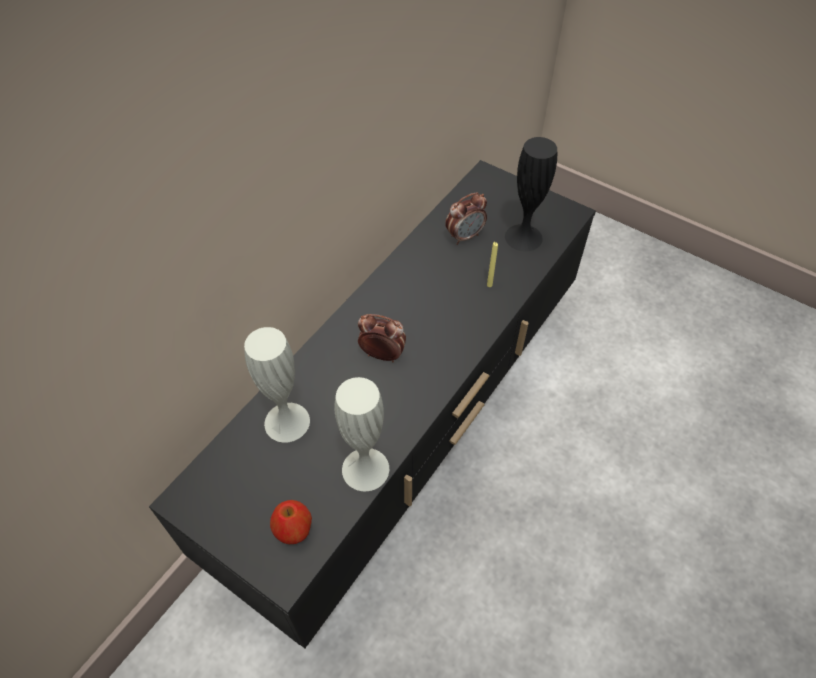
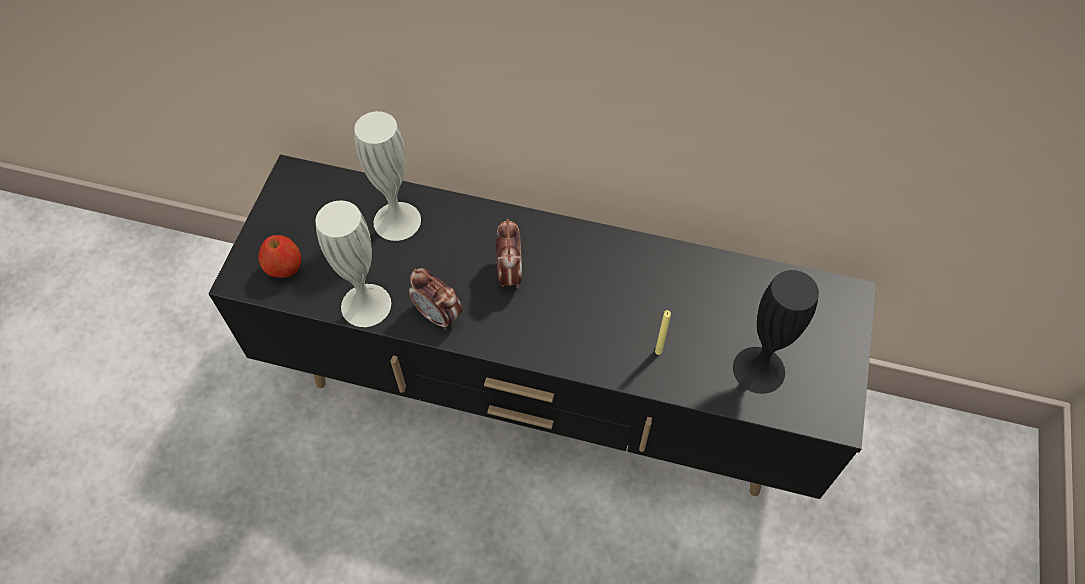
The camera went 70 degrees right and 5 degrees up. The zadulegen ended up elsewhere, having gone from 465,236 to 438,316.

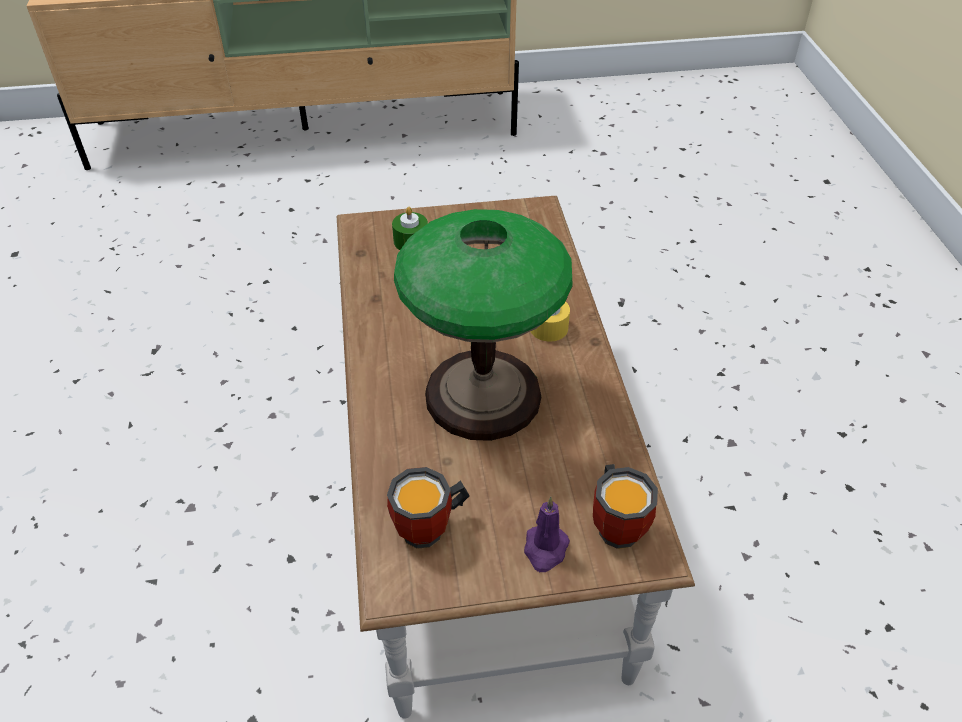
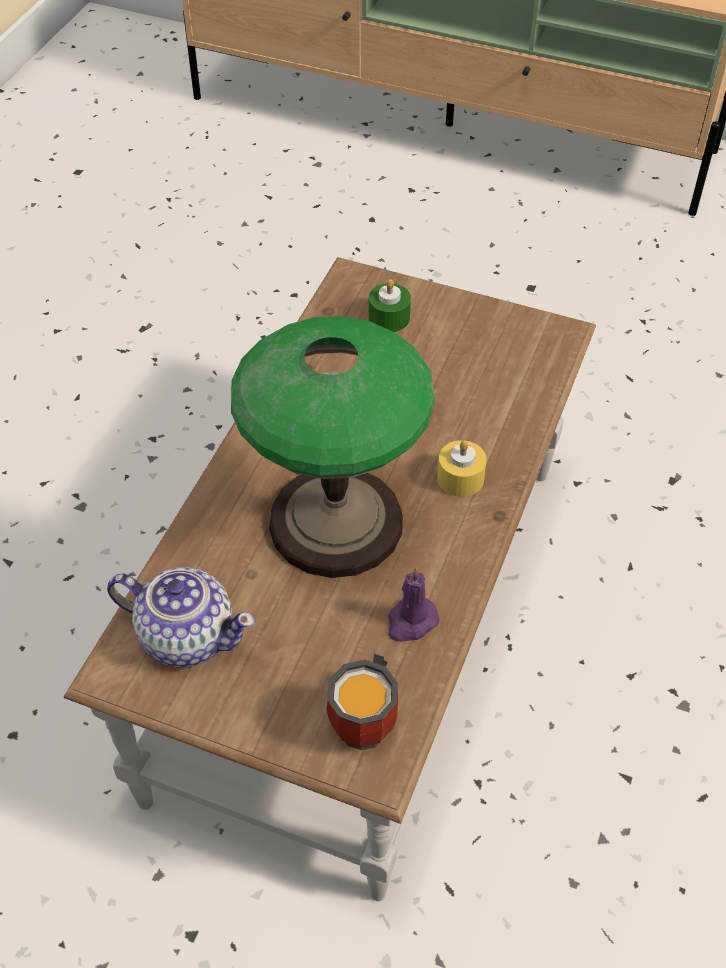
The camera went 30 degrees right and 5 degrees up. Where the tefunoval stood at 431,530, the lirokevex came to stand at 186,635. The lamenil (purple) ended up elsewhere, having gone from 545,549 to 411,622.

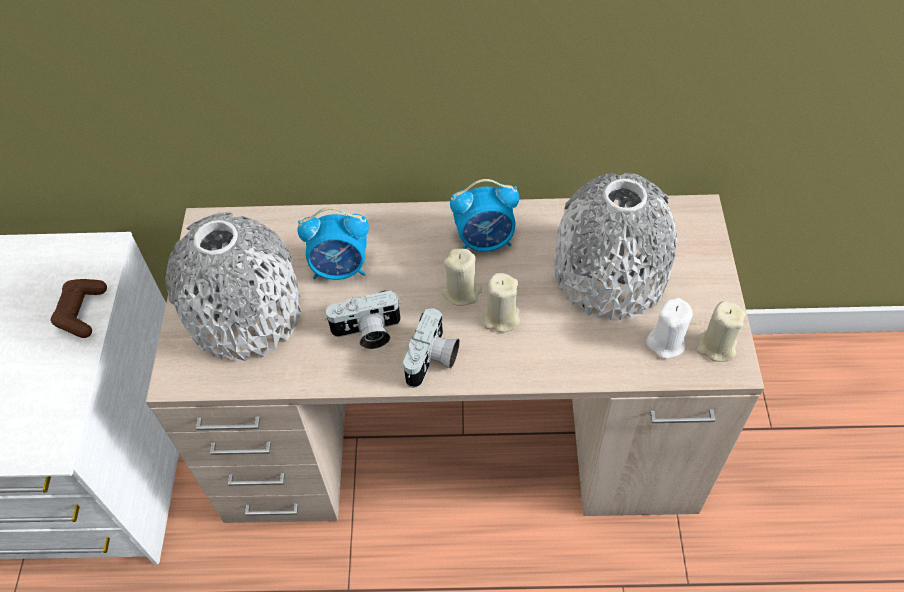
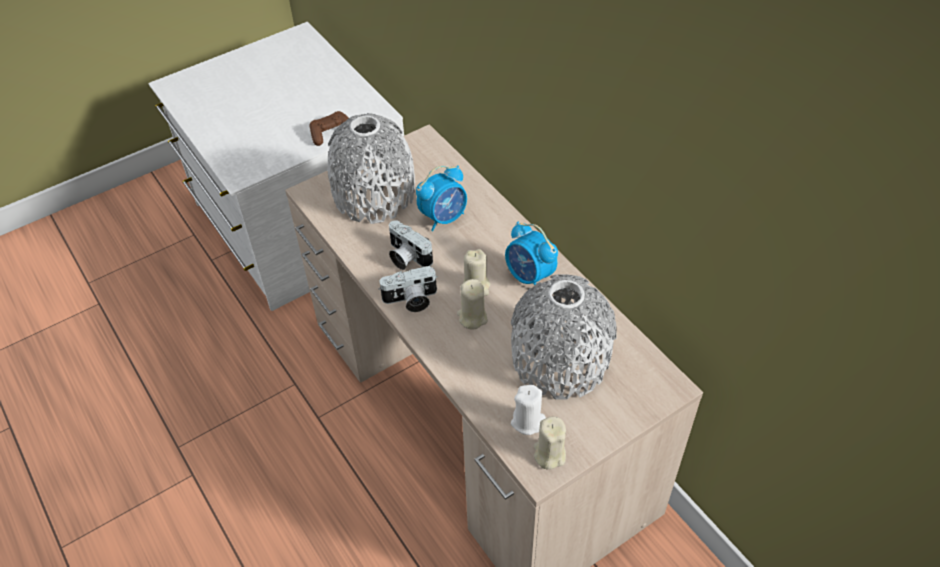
The camera went 55 degrees right and 5 degrees down. The zadulegen at 340,268 ended up facing another way, 90 degrees counterclockwise from before.

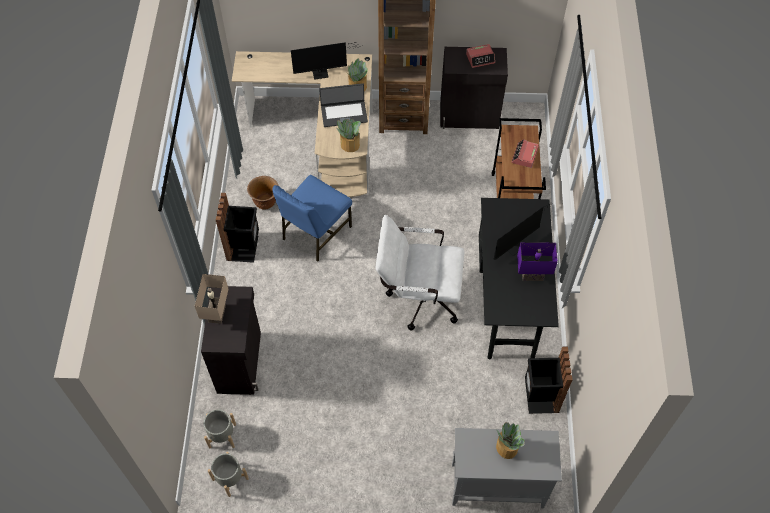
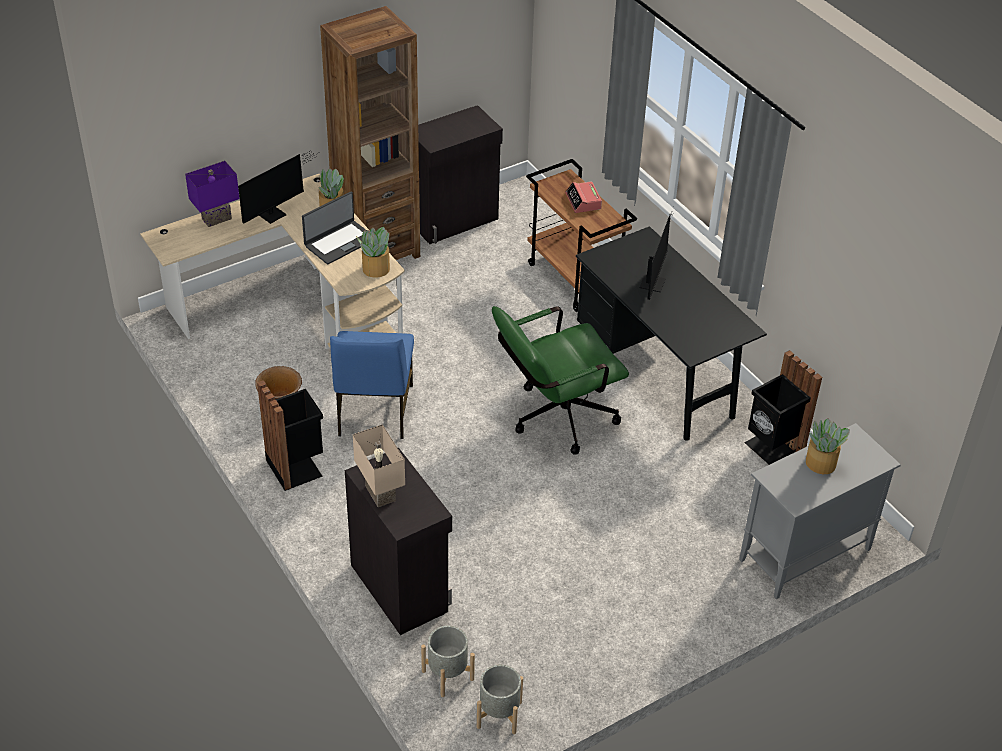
The camera went 35 degrees left and 15 degrees down. The second view lost the zadulegen at 480,58. What was the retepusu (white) at 418,297 turned into the retepusu (green) at 555,418. The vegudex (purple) ended up elsewhere, having gone from 532,276 to 217,219.

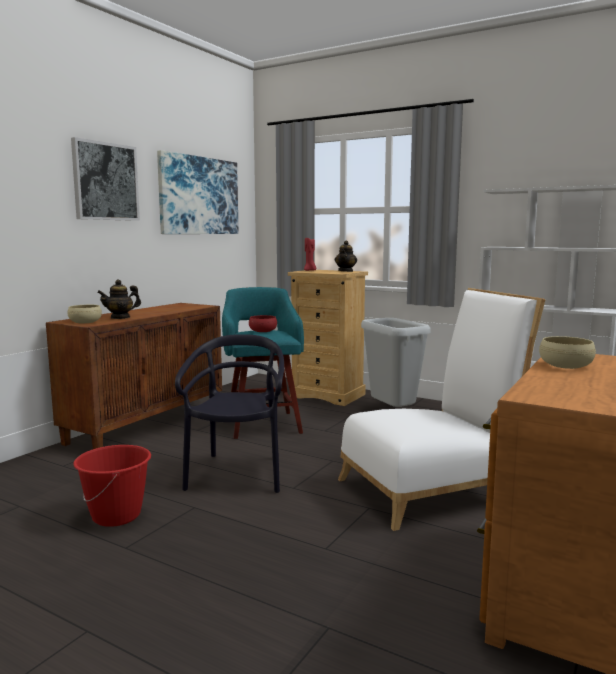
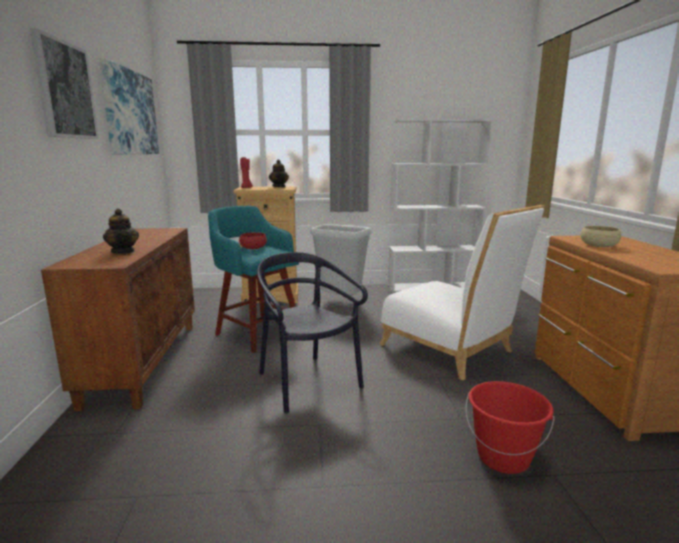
The camera went 35 degrees left and 5 degrees up. The lirokevex at 120,317 ended up facing another way, 60 degrees counterclockwise from before. The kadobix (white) at 432,489 ended up facing another way, 105 degrees clockwise from before. The second view lost the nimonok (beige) at 85,322. The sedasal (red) ended up elsewhere, having gone from 117,516 to 503,458.

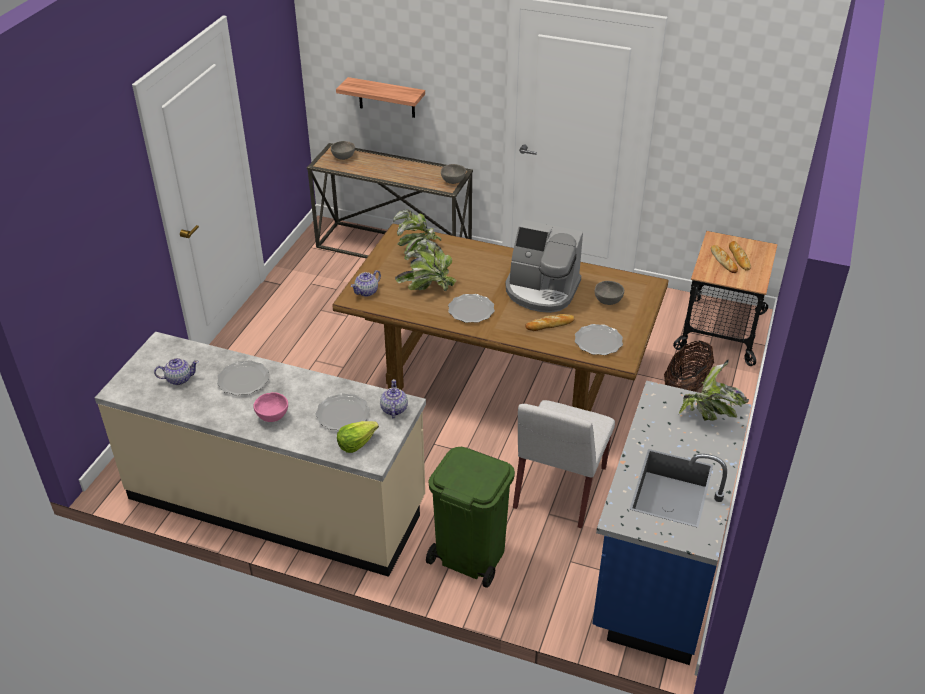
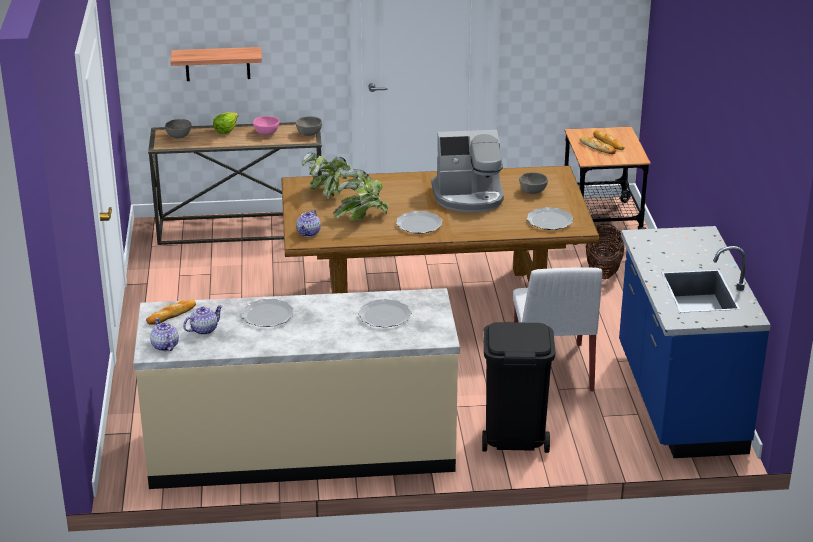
The camera went 25 degrees left and 10 degrees down. The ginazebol ended up elsewhere, having gone from 550,325 to 172,315. The second view lost the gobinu at 710,416. The lirokevex ended up elsewhere, having gone from 393,409 to 165,346. The nimonok (pink) ended up elsewhere, having gone from 272,416 to 266,133. The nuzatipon ended up elsewhere, having gone from 356,443 to 226,130. What was the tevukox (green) at 469,555 turned into the tevukox (black) at 513,436.

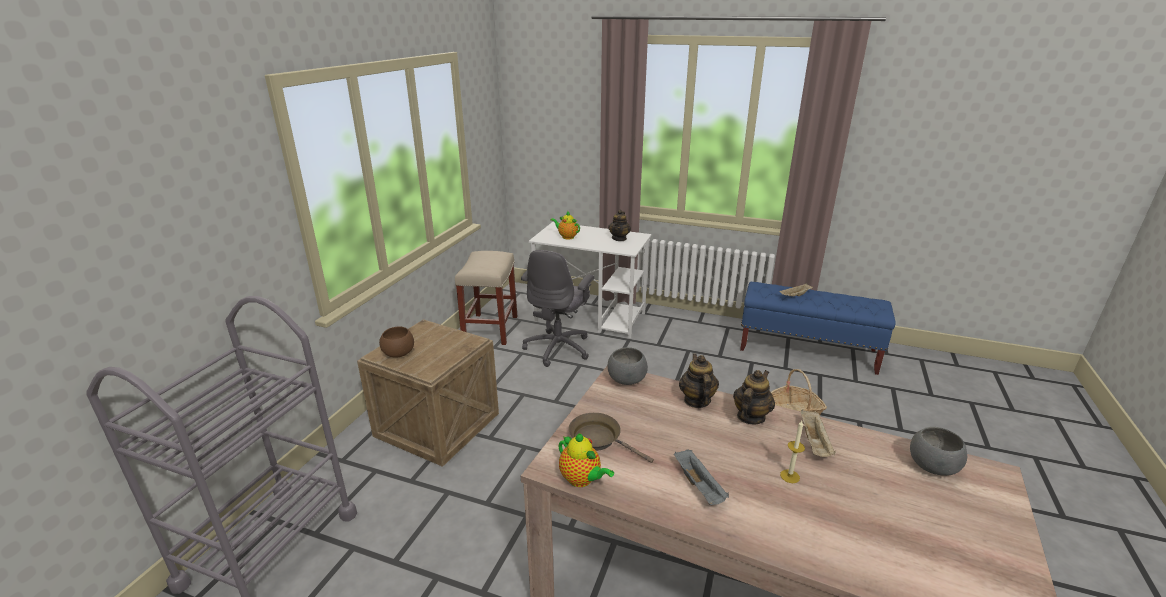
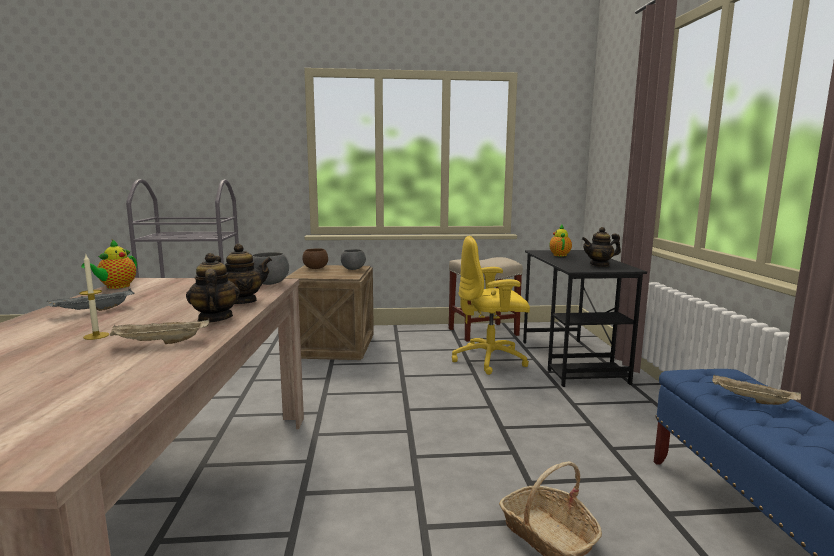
The camera went 65 degrees right and 15 degrees down. What was the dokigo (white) at 591,317 turned into the dokigo (black) at 572,361. What was the retepusu (grey) at 558,348 turned into the retepusu (yellow) at 490,360. The lirokevex at 750,417 ended up facing another way, 120 degrees counterclockwise from before. The second view lost the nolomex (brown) at 599,439. The nimonok (grey) ended up elsewhere, having gone from 931,467 to 353,269.

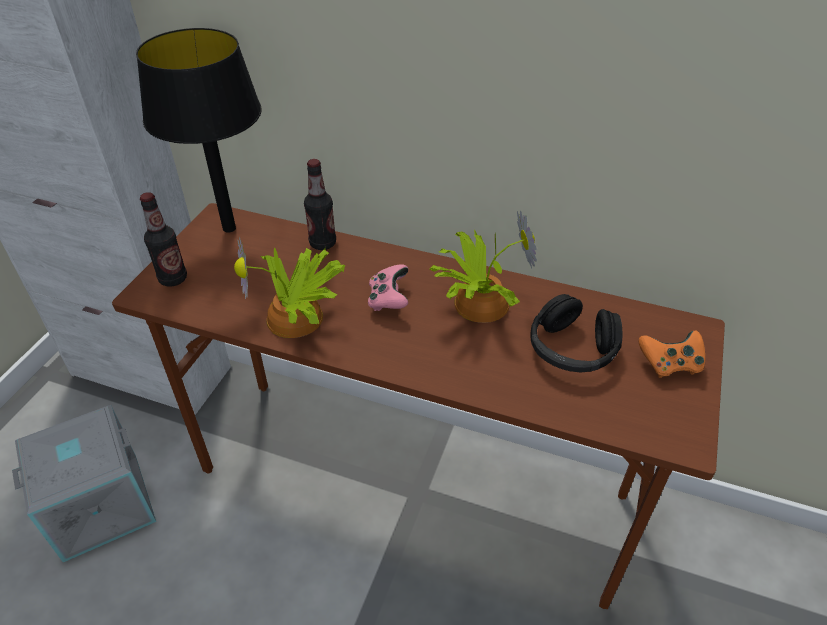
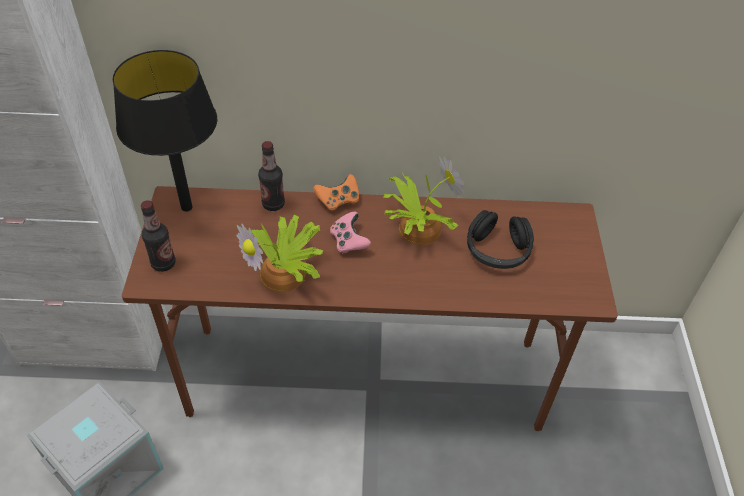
The camera went 20 degrees left and 5 degrees up. The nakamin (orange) ended up elsewhere, having gone from 669,364 to 338,201.

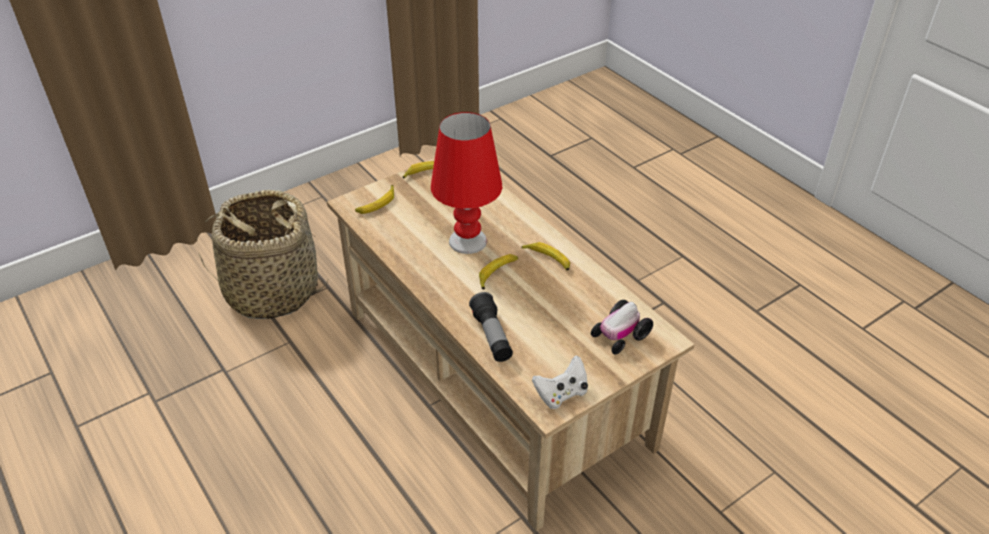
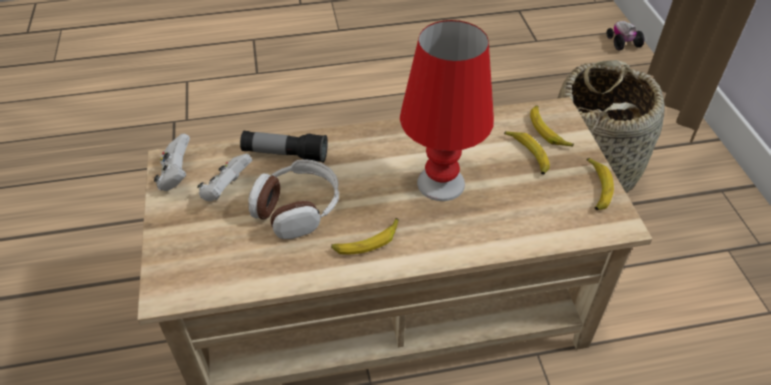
The camera went 115 degrees right and 5 degrees up. The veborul ended up elsewhere, having gone from 497,274 to 527,155. The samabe ended up elsewhere, having gone from 620,335 to 622,43. The second view gained the nakamin (white) at 226,190. The second view gained the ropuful at 297,208.

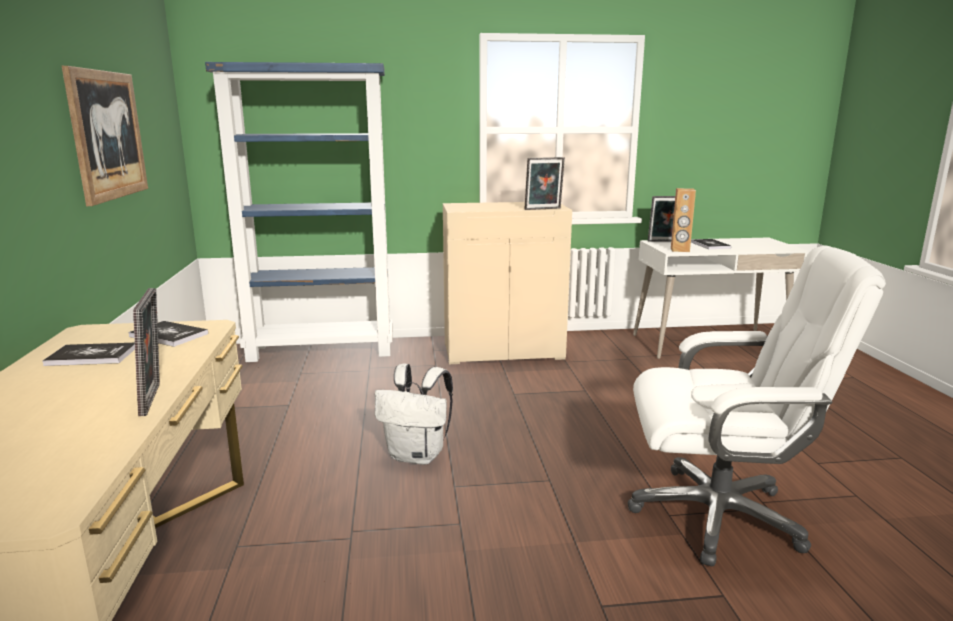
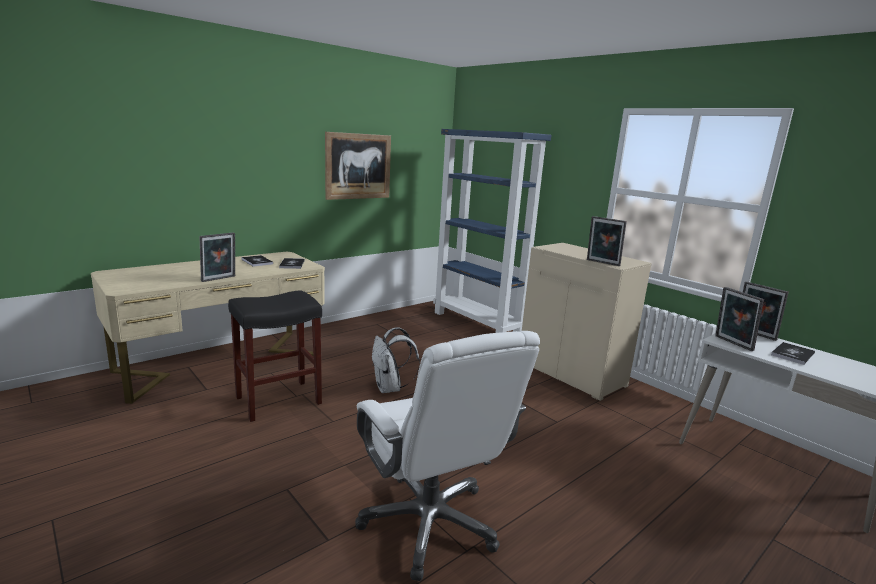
The camera went 55 degrees right and 0 degrees up. Where the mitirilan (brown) stood at 680,250, the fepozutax came to stand at 732,343. The second view gained the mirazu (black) at 277,401.

